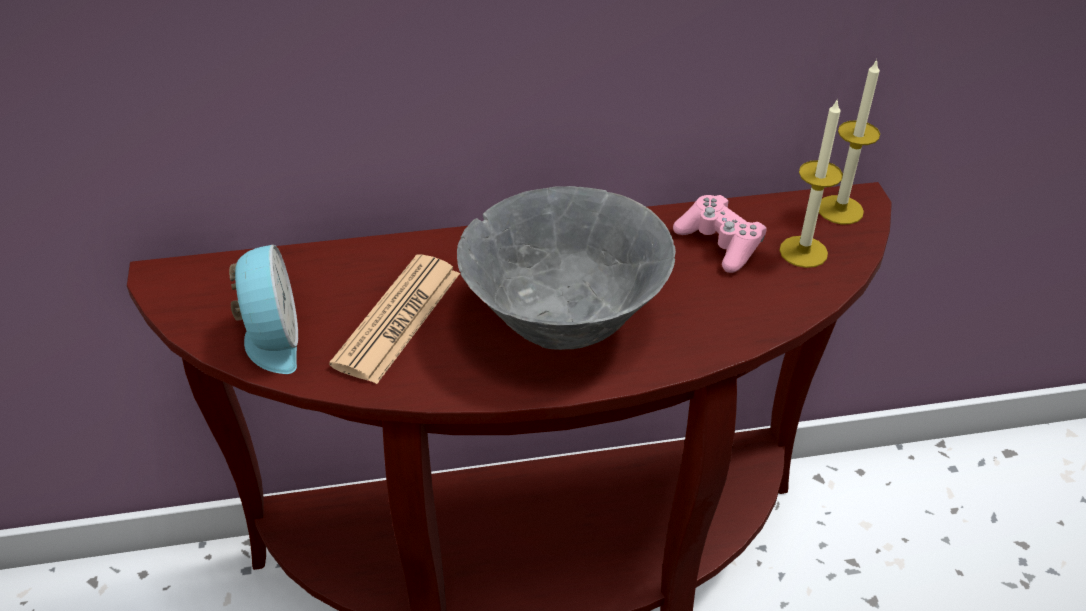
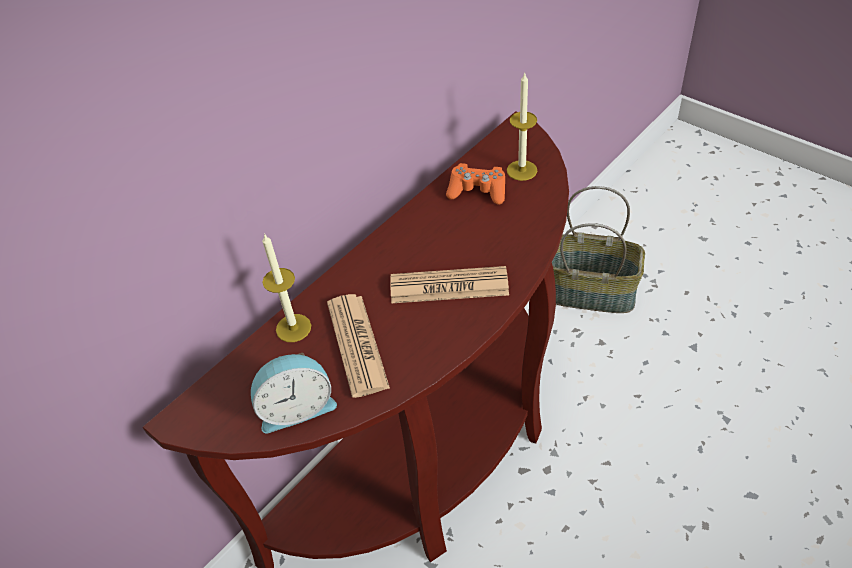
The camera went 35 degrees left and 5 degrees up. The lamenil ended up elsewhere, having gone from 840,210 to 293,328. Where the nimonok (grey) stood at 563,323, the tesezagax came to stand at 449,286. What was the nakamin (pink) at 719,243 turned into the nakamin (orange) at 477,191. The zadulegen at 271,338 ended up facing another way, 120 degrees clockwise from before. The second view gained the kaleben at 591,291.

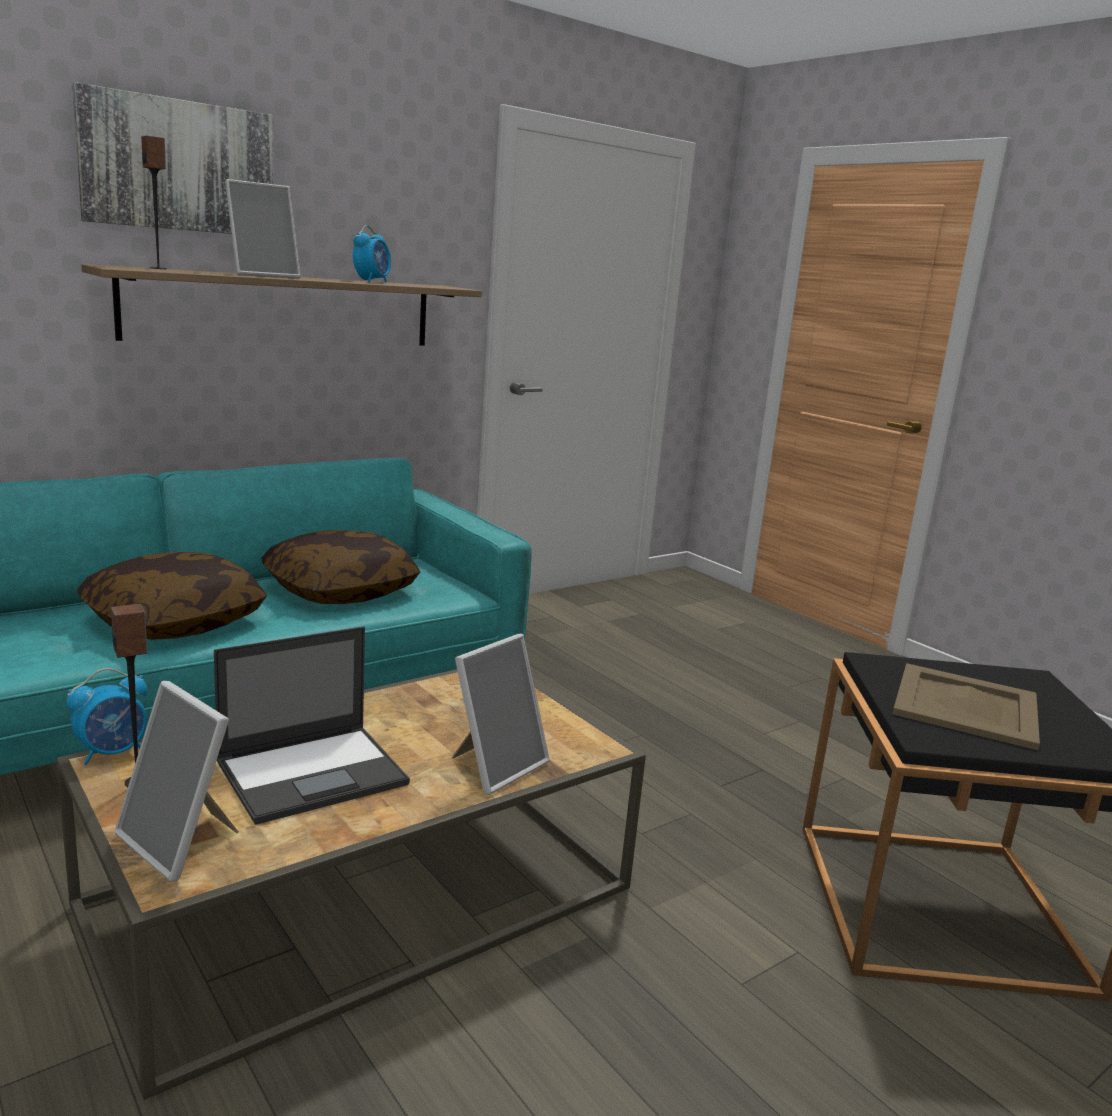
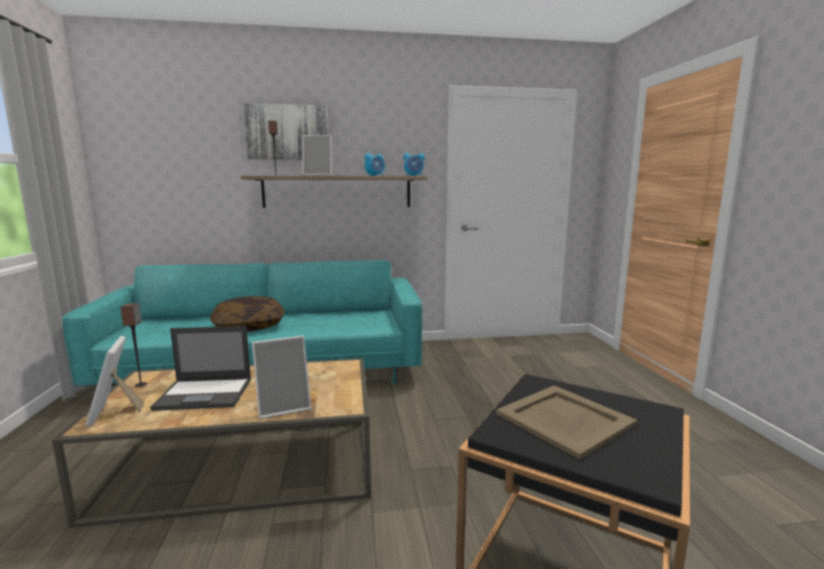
The camera went 30 degrees right and 5 degrees down. The second view lost the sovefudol at 341,591. The zadulegen ended up elsewhere, having gone from 113,753 to 414,176.

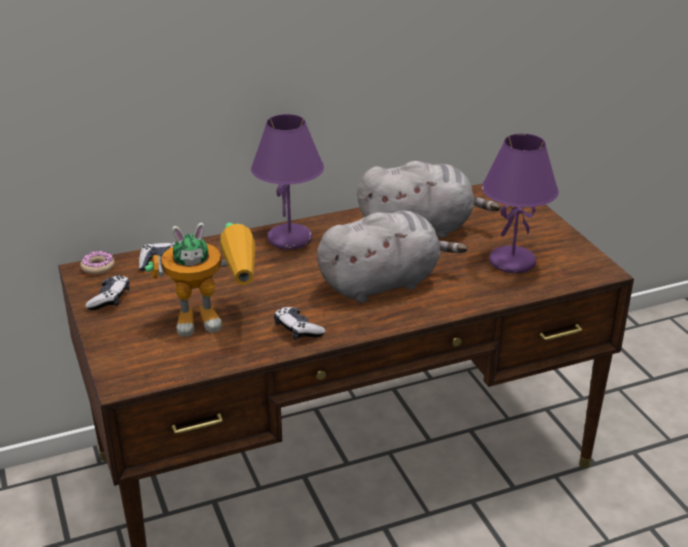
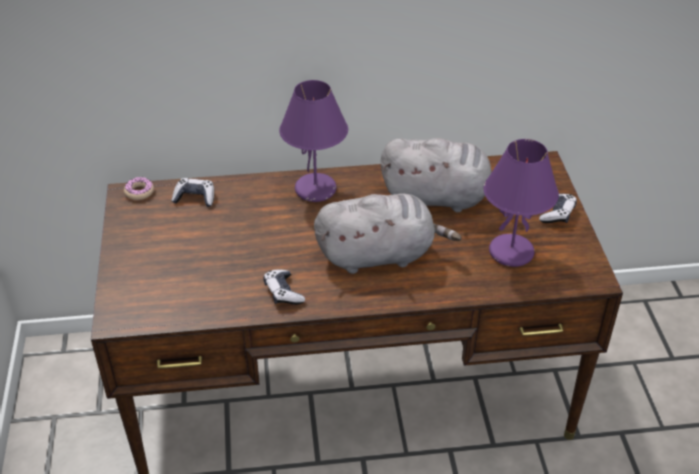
The camera went 15 degrees right and 10 degrees up. The second view lost the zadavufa at 215,318. The nakamin ended up elsewhere, having gone from 109,299 to 557,214.

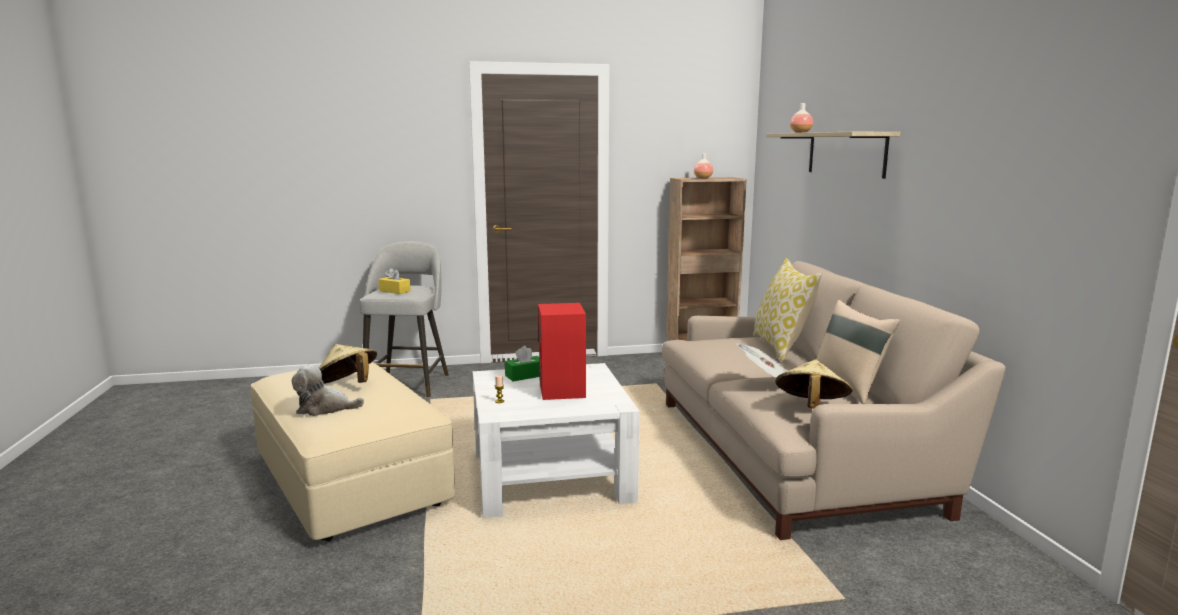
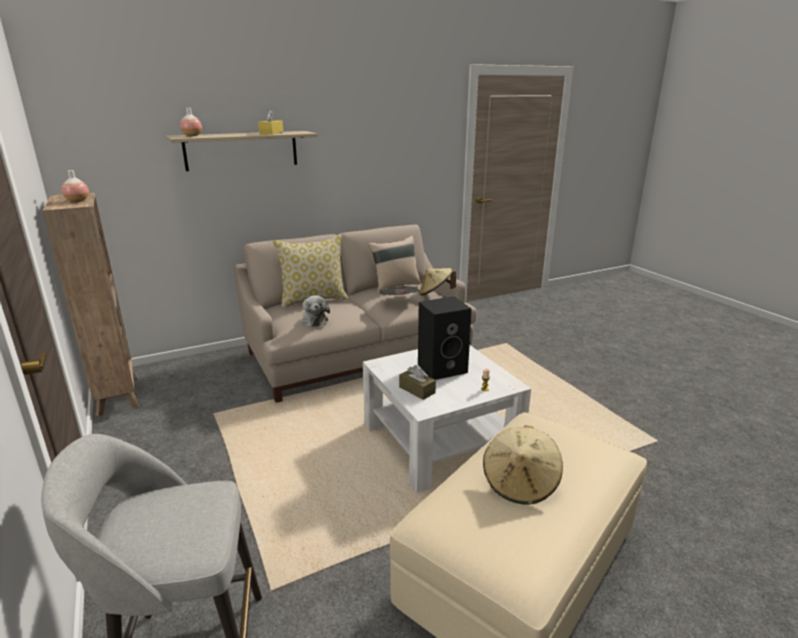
The camera went 105 degrees left and 10 degrees up. The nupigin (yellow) ended up elsewhere, having gone from 394,291 to 271,133. What was the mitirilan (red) at 563,391 turned into the mitirilan (black) at 443,368. What was the nupigin (green) at 525,376 turned into the nupigin (brown) at 417,390. The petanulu ended up elsewhere, having gone from 324,408 to 314,320.

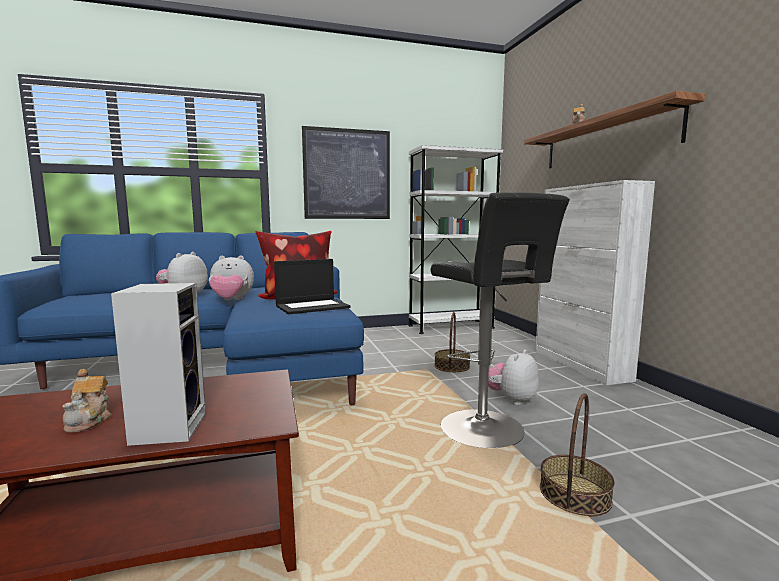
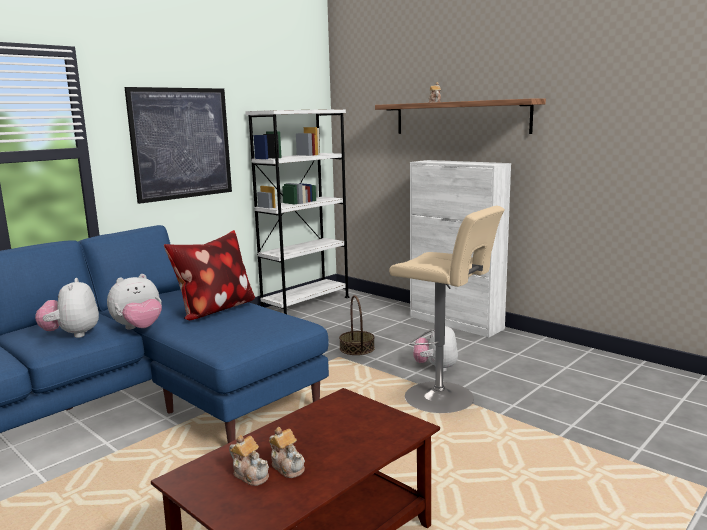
The camera went 30 degrees left and 5 degrees up. What was the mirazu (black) at 486,430 turned into the mirazu (beige) at 444,398. The second view lost the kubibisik at 313,306. The second view lost the mitirilan at 169,427. The second view lost the kaleben at 575,494. The second view gained the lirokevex at 251,474.

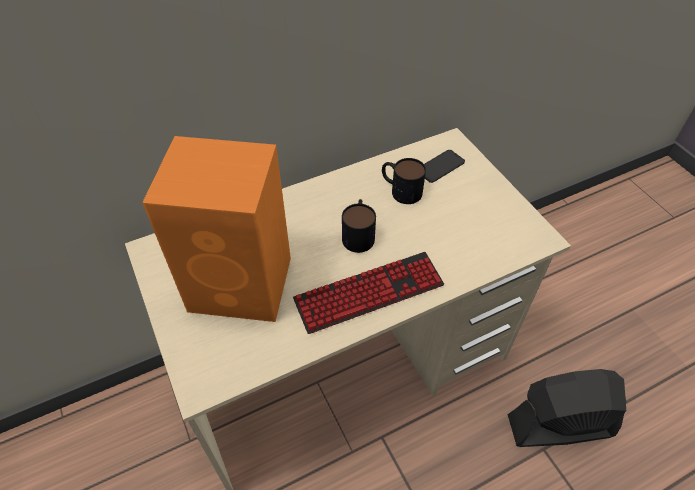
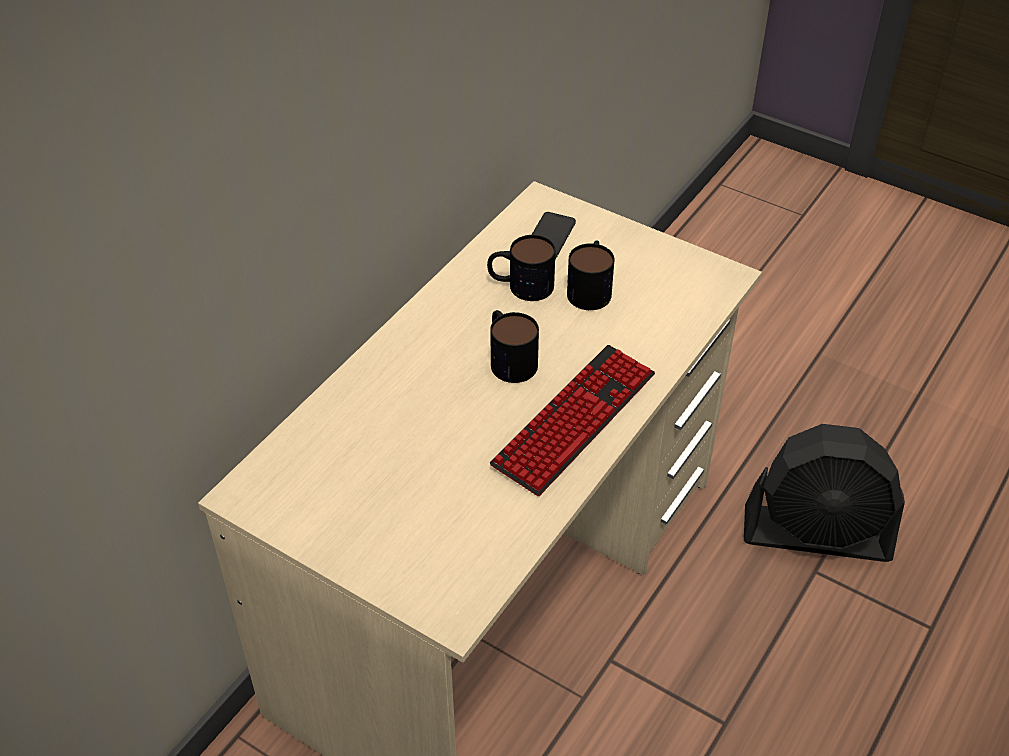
The camera went 30 degrees left and 5 degrees down. The second view lost the mitirilan (orange) at 243,284. The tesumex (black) at 559,425 ended up facing another way, 135 degrees counterclockwise from before. The second view gained the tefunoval at 590,288.

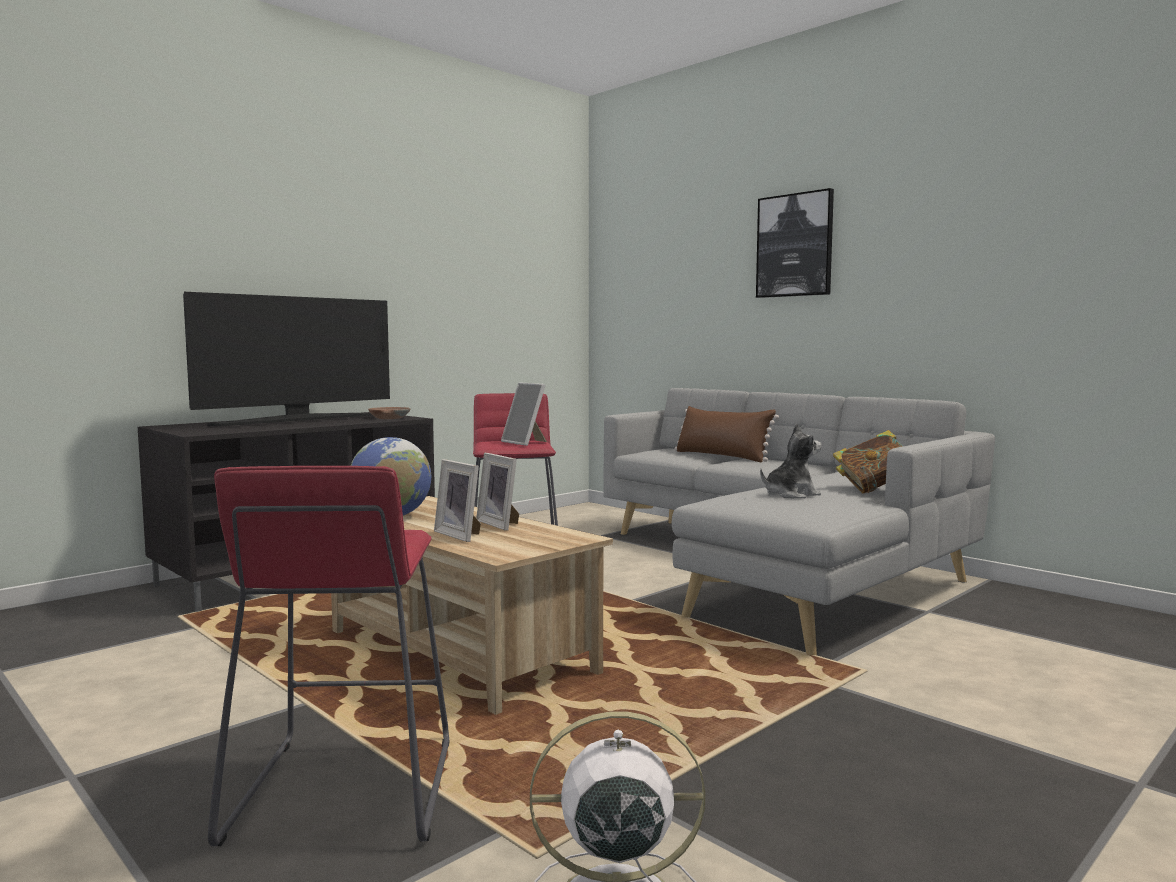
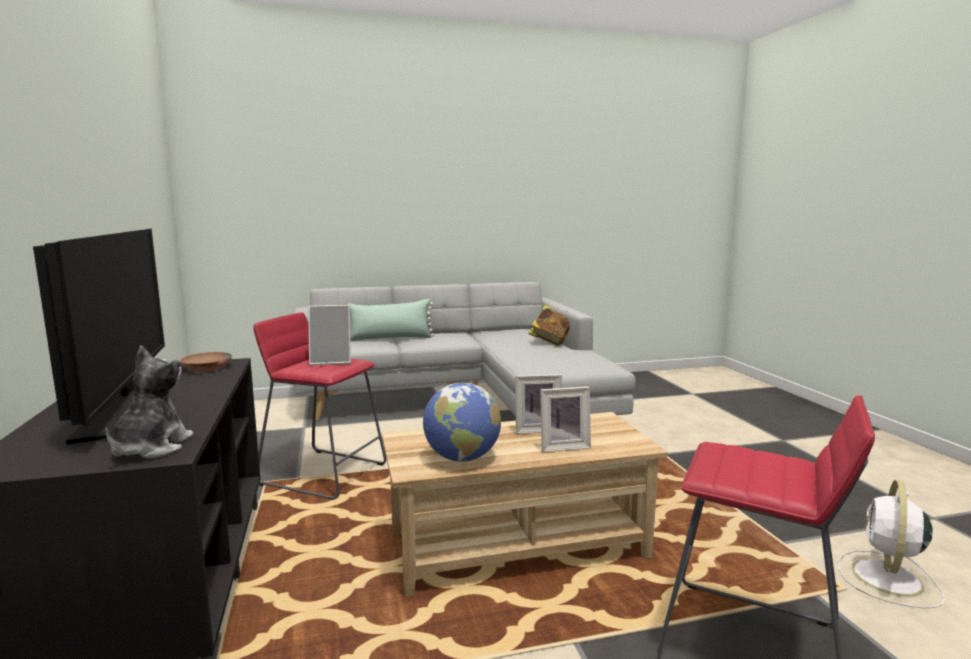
The camera went 60 degrees left and 5 degrees up. The second view lost the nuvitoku at 795,245. What was the sovefudol (brown) at 722,456 turned into the sovefudol (green) at 390,338. The petanulu ended up elsewhere, having gone from 790,494 to 150,448.

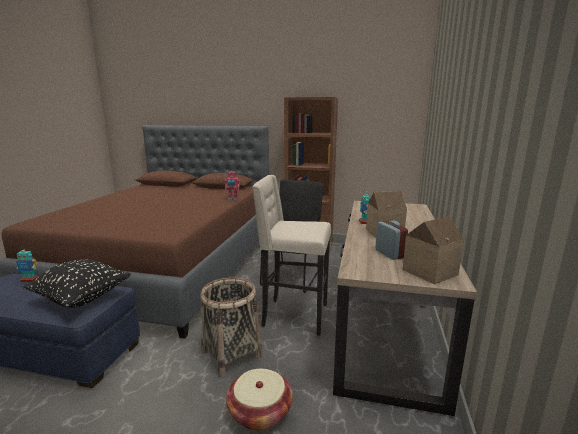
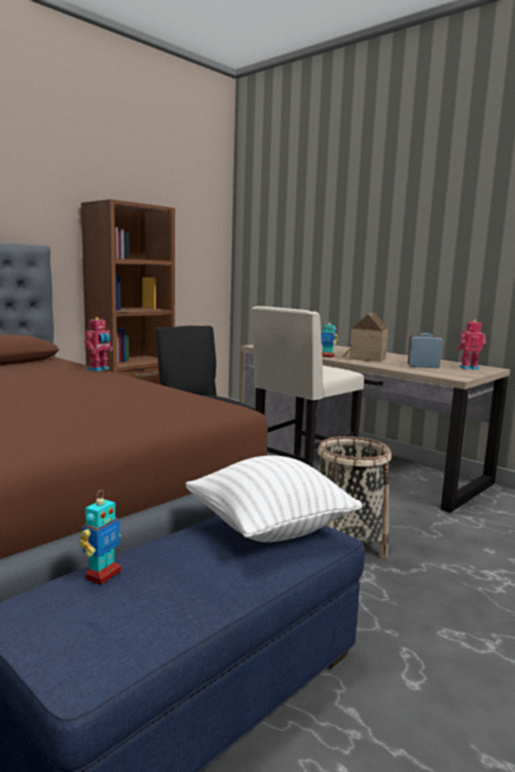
The camera went 60 degrees left and 5 degrees down. Where the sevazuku stood at 427,271, the zadavufa came to stand at 468,368. What was the sovefudol (black) at 82,298 turned into the sovefudol (white) at 269,529. The second view lost the kaleben at 260,412.

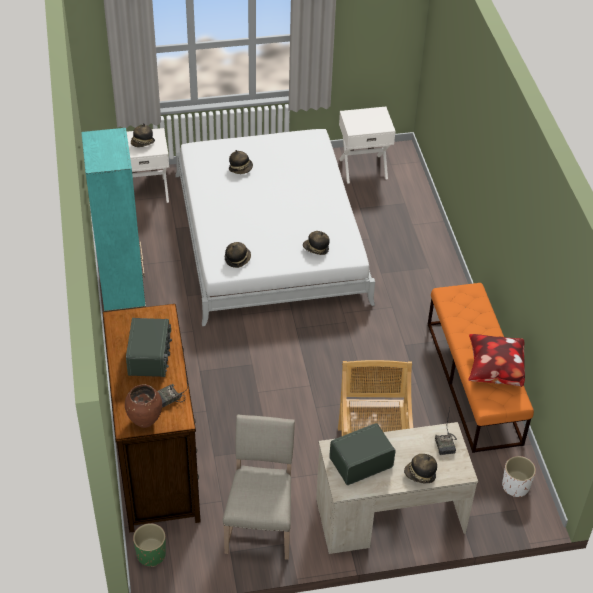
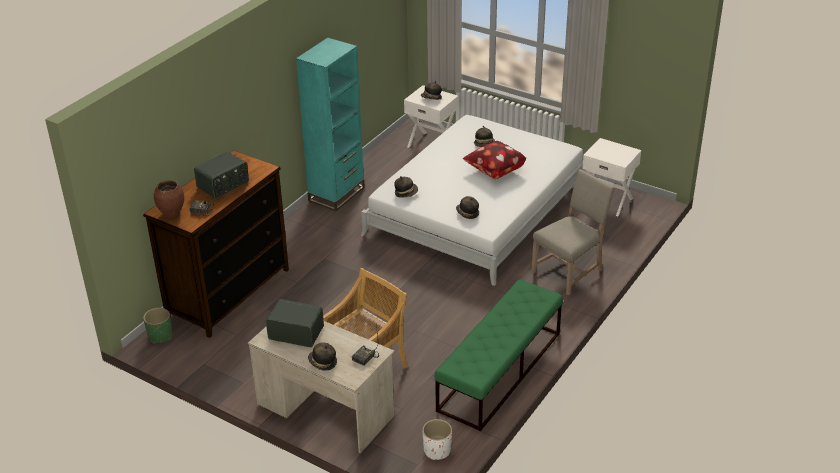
The camera went 45 degrees right and 10 degrees down. What was the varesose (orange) at 473,382 turned into the varesose (green) at 499,371. The sovefudol ended up elsewhere, having gone from 493,372 to 494,170. The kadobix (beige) ended up elsewhere, having gone from 260,524 to 569,271.

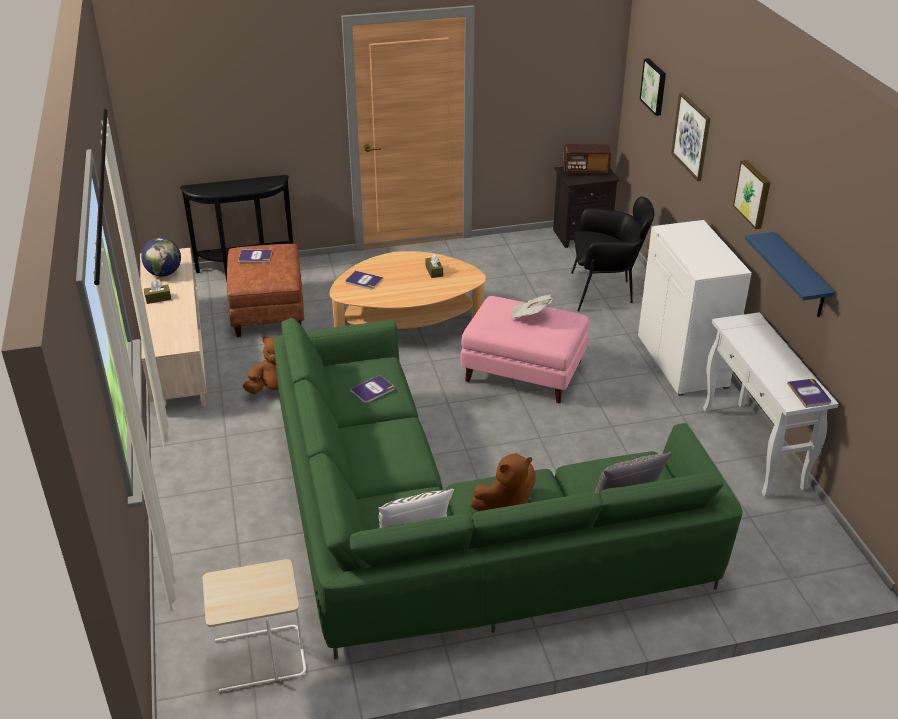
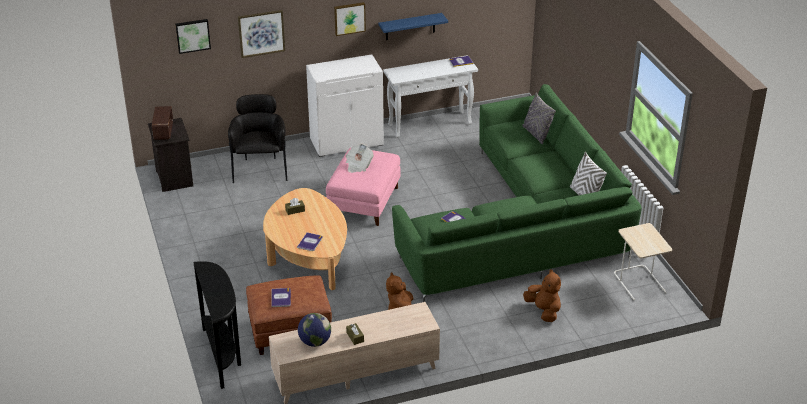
The camera went 95 degrees left and 0 degrees up. The petanulu (brown) ended up elsewhere, having gone from 505,505 to 543,311.

